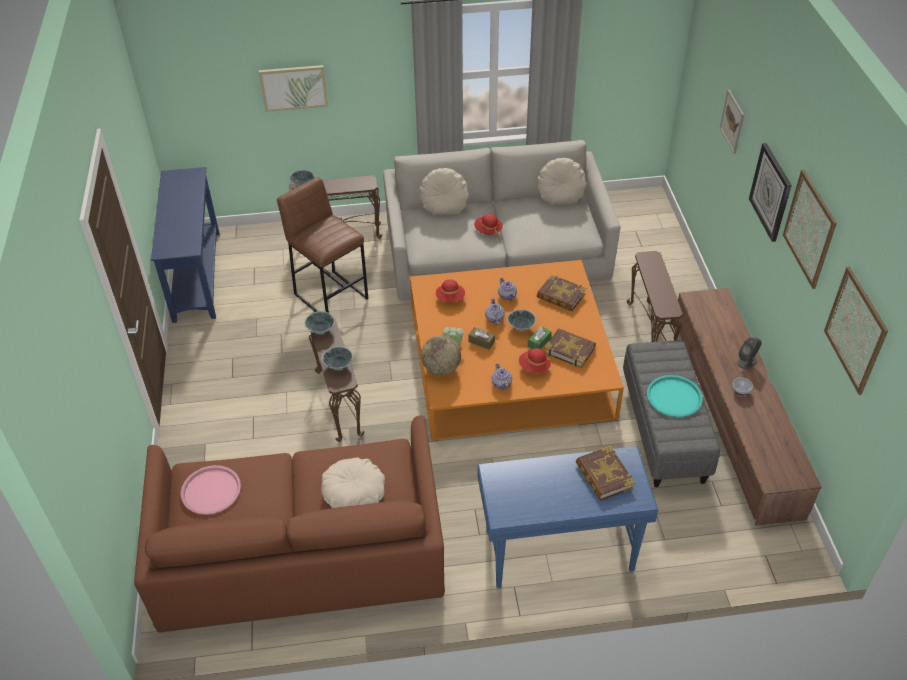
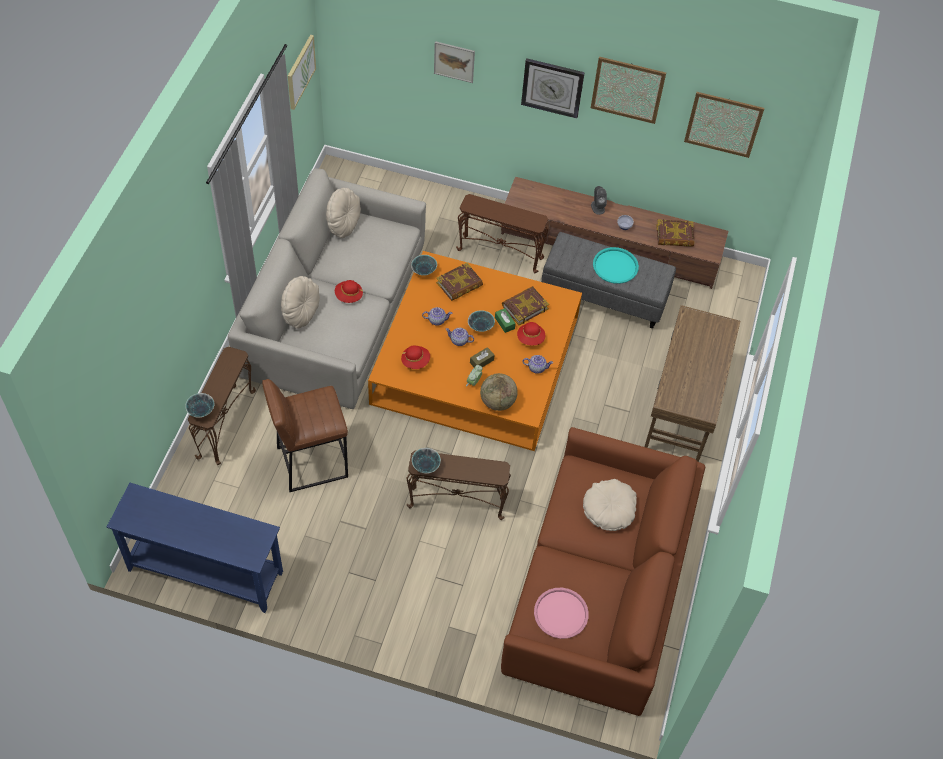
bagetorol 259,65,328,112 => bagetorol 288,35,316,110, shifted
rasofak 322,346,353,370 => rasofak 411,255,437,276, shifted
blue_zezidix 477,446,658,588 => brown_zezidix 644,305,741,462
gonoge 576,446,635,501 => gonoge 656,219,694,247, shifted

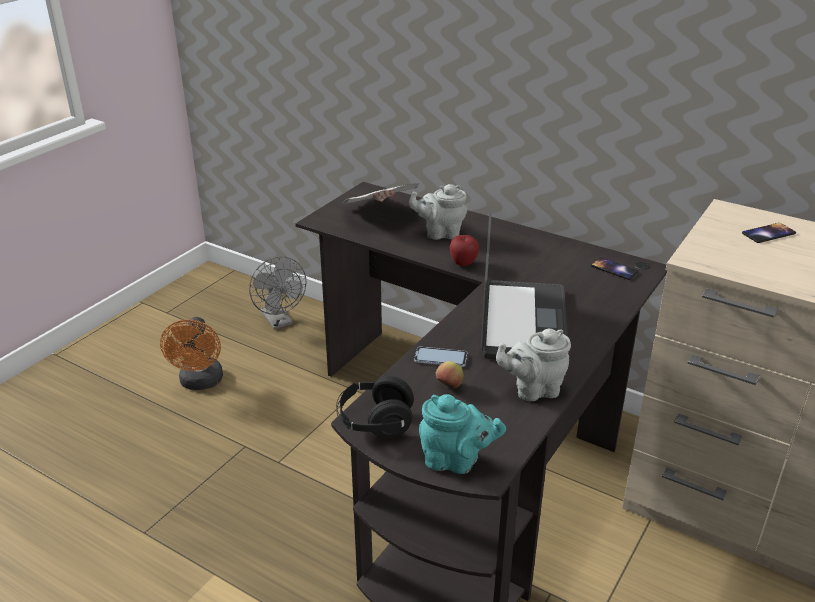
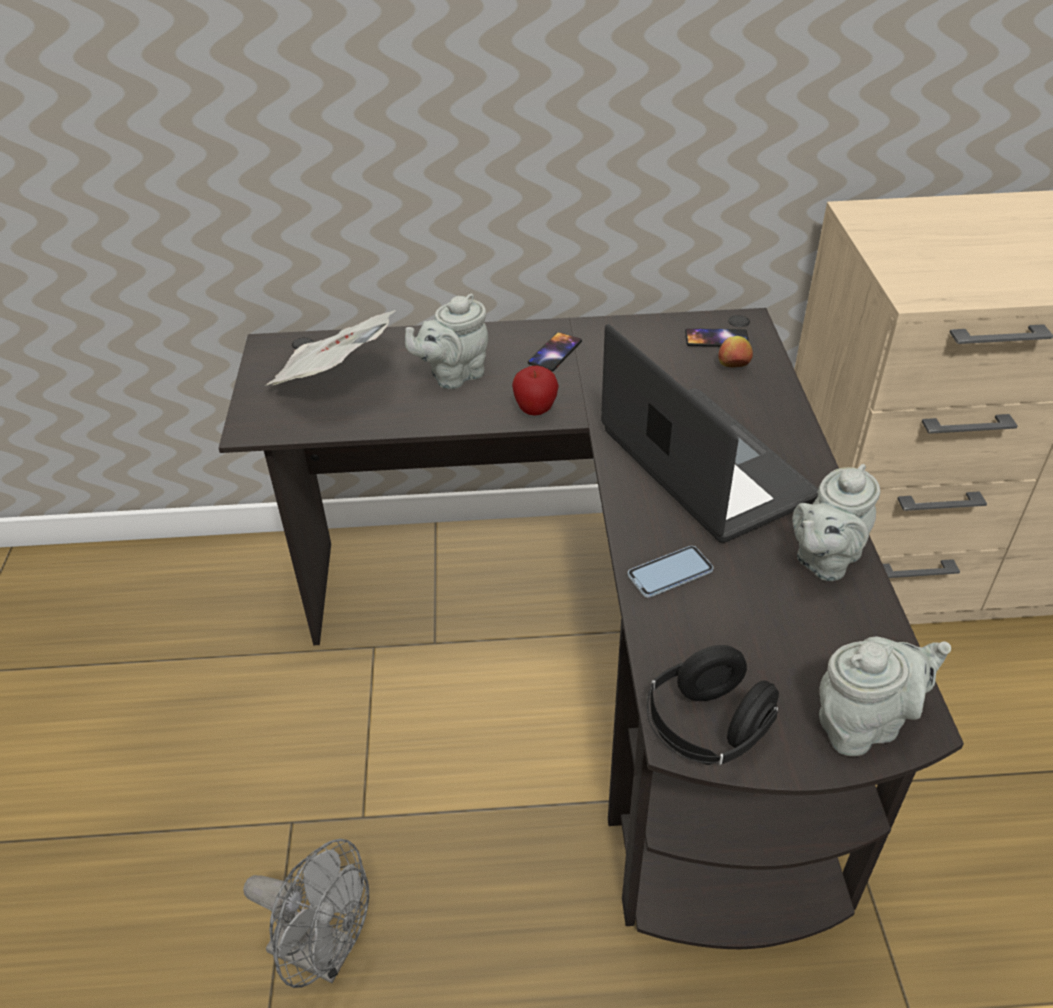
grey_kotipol 249,256,306,329 => grey_kotipol 243,839,369,988, shifted
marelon 742,223,796,243 => marelon 528,332,582,371, shifted
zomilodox 436,361,463,389 => zomilodox 718,336,753,367, shifted
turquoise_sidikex 419,394,506,474 => grey_sidikex 819,637,951,756
orange_kotipol 160,317,223,390 => nothing

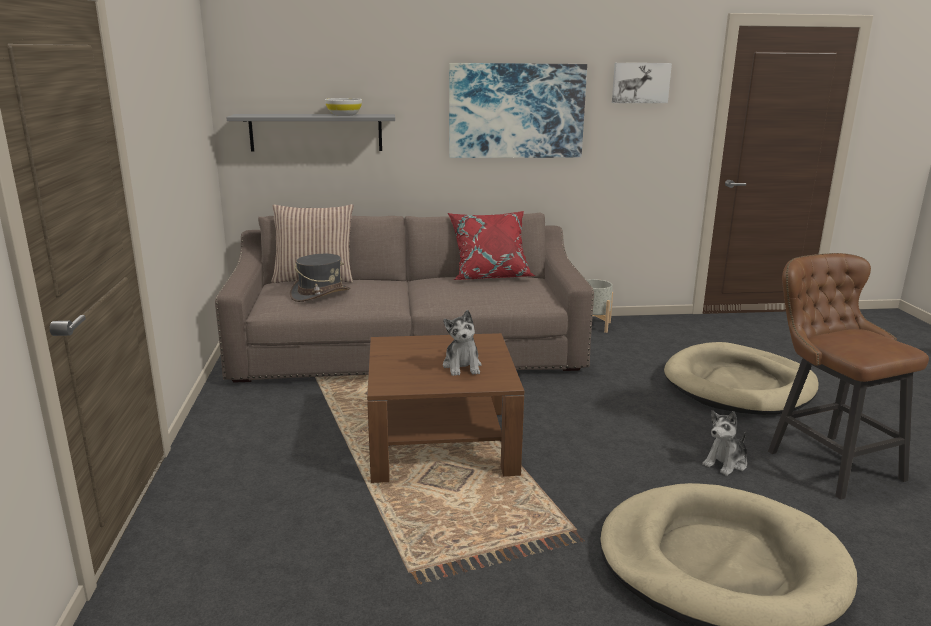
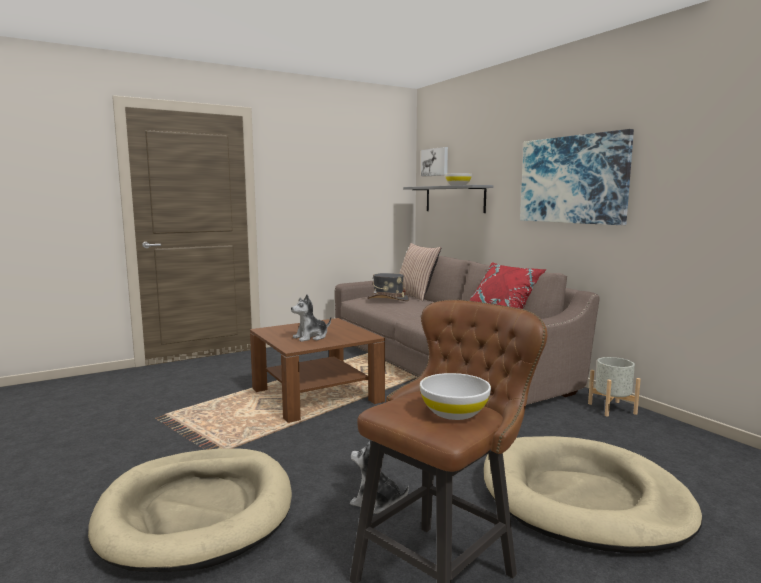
nothing => white_rasofak 420,373,491,420
bagetorol 612,63,672,103 => bagetorol 421,147,448,177, shifted

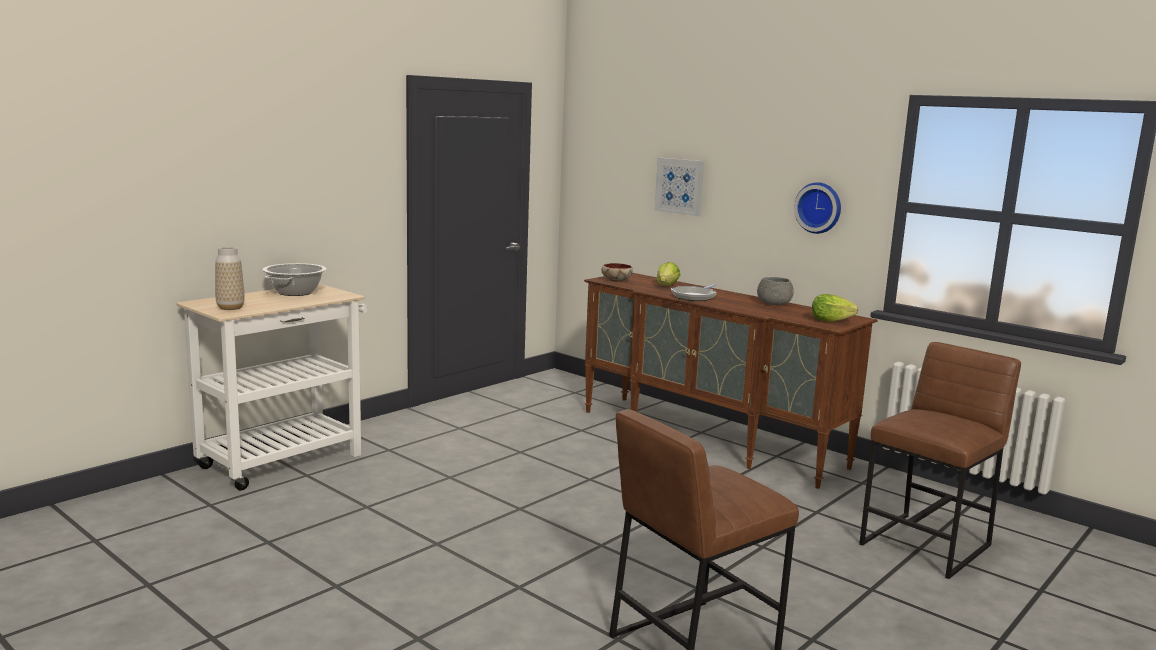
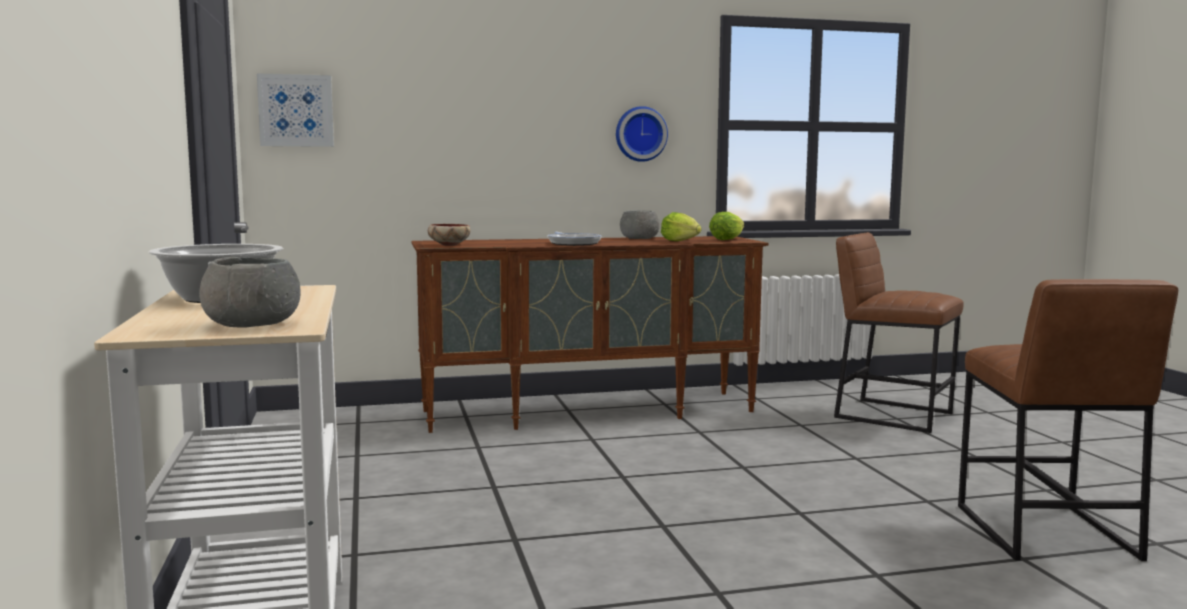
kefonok 215,247,245,310 => grey_rasofak 199,257,301,327
bagetorol 654,158,704,216 => bagetorol 257,73,334,147, shifted
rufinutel 656,262,680,286 => rufinutel 661,212,702,241, shifted
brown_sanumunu 859,342,1021,579 => brown_sanumunu 834,232,964,433, 45 degrees counterclockwise

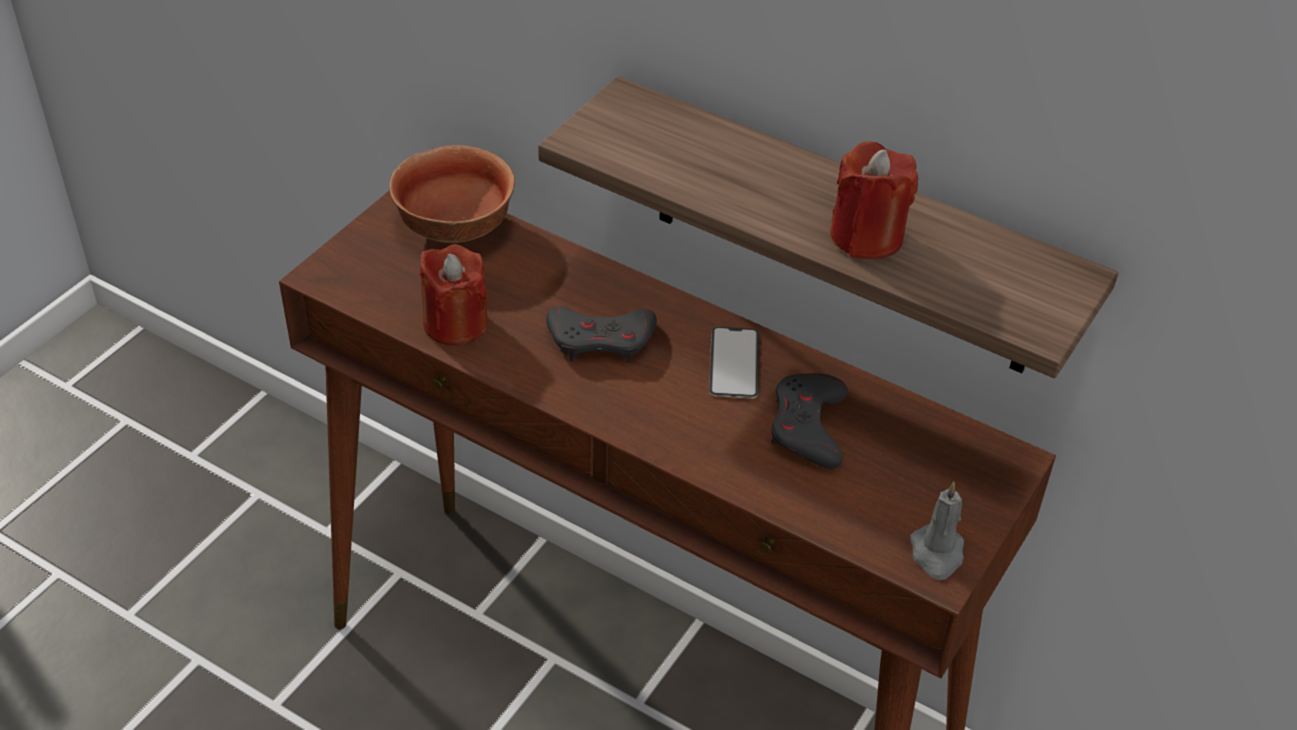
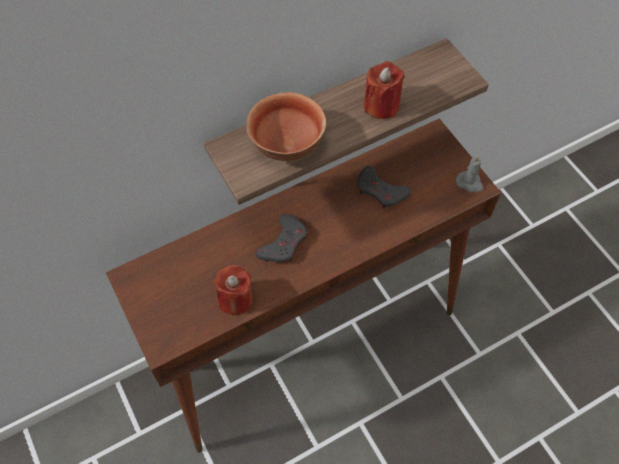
rasofak 389,145,515,243 => rasofak 246,92,326,161, shifted
marelon 709,327,759,399 => nothing

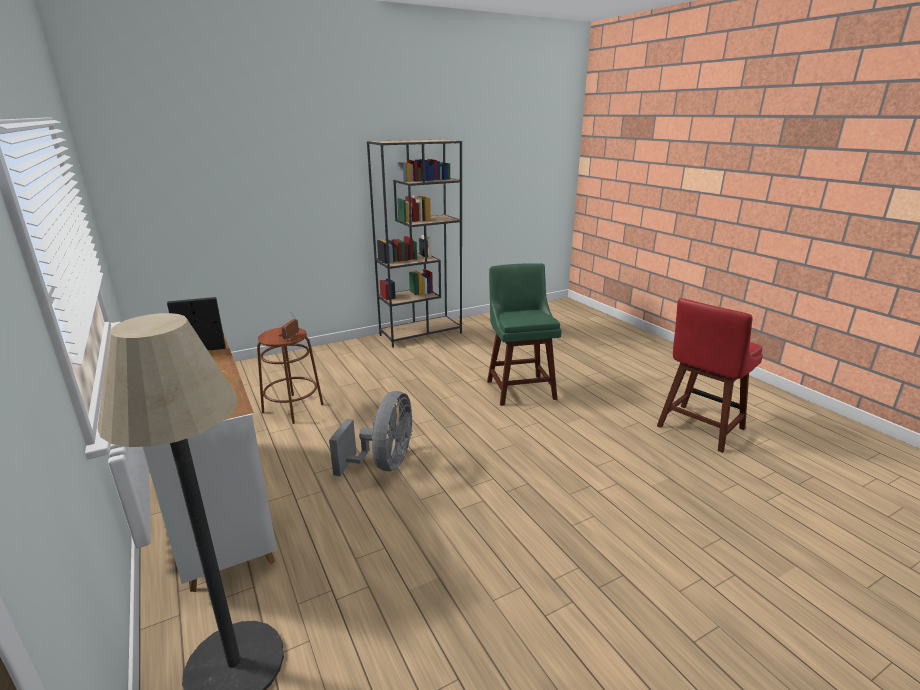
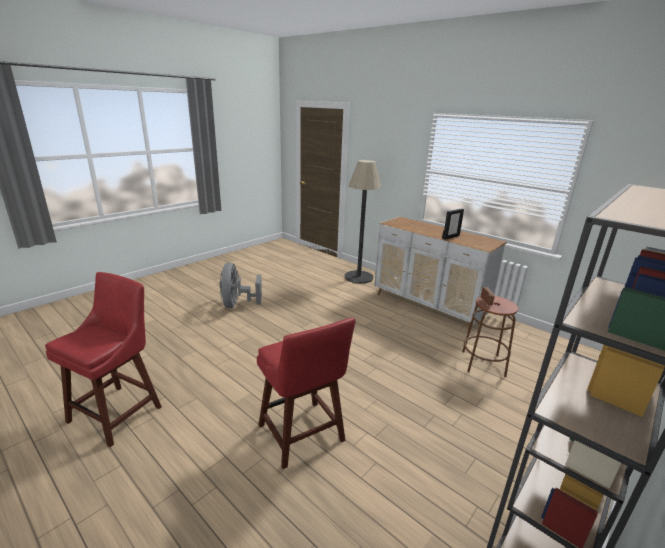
grey_kotipol 329,391,413,476 => grey_kotipol 220,263,262,308, shifted
green_sanumunu 487,263,561,406 => red_sanumunu 257,317,356,469

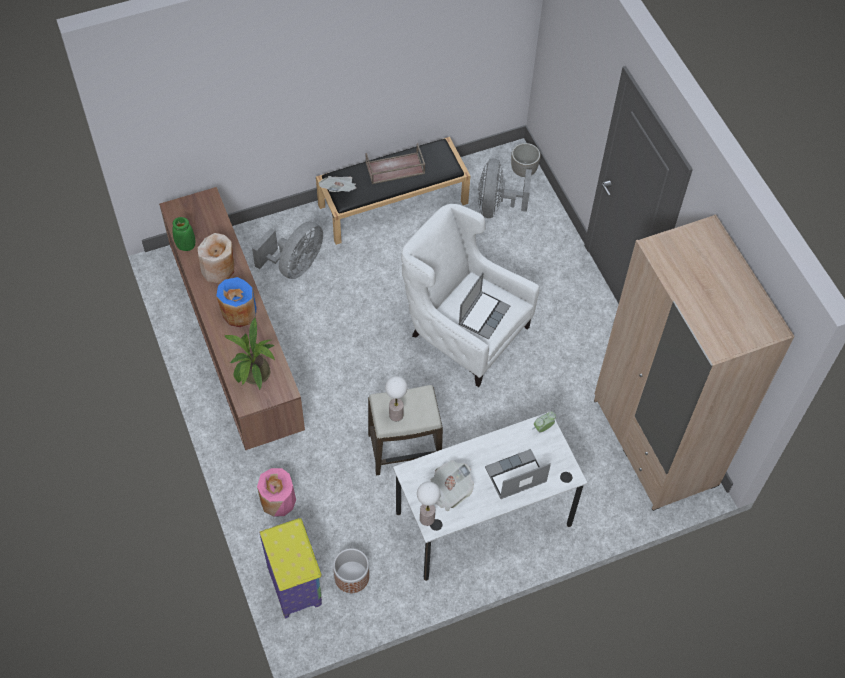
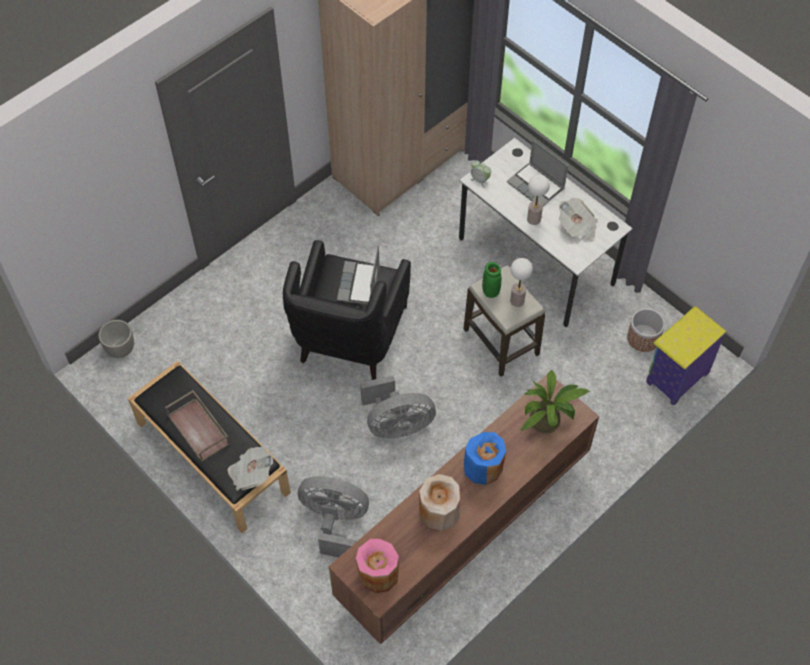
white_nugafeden 401,204,539,387 => black_nugafeden 283,240,411,380
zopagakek 459,272,511,339 => zopagakek 337,245,380,304, 90 degrees counterclockwise
pink_kefonok 257,468,296,517 => pink_kefonok 356,539,399,593, shifted
grey_kotipol 478,158,532,218 => grey_kotipol 360,375,436,438, shifted
green_kefonok 172,217,195,251 => green_kefonok 482,262,501,298, shifted
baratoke 417,482,440,526 => baratoke 527,174,550,225, shifted

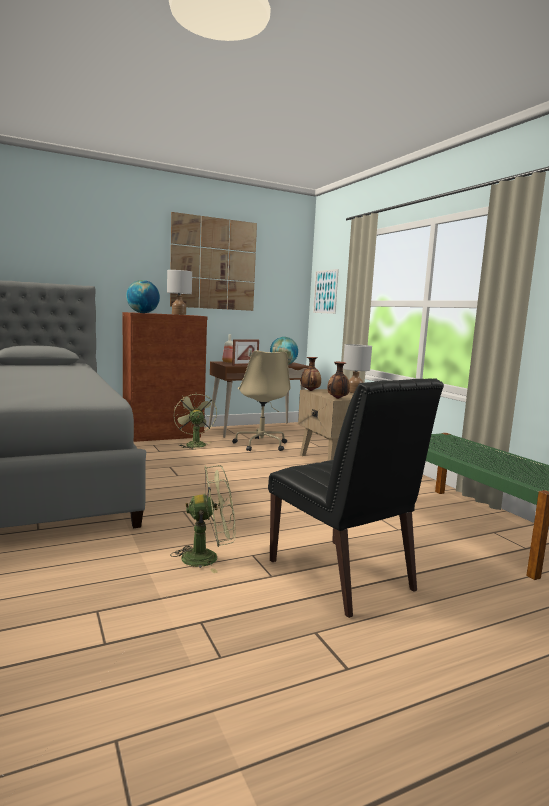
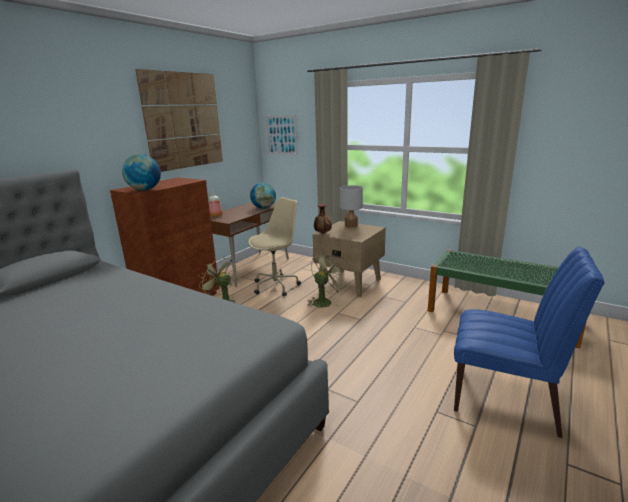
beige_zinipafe 232,351,290,451 => beige_zinipafe 248,197,301,296, 90 degrees counterclockwise
green_kotipol 170,465,235,573 => green_kotipol 308,254,345,308, shifted
black_sanumunu 268,378,444,618 => blue_sanumunu 454,246,605,438
grey_baratoke 167,270,192,315 => nothing
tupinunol 232,339,259,366 => nothing
kefonok 327,362,350,399 => nothing

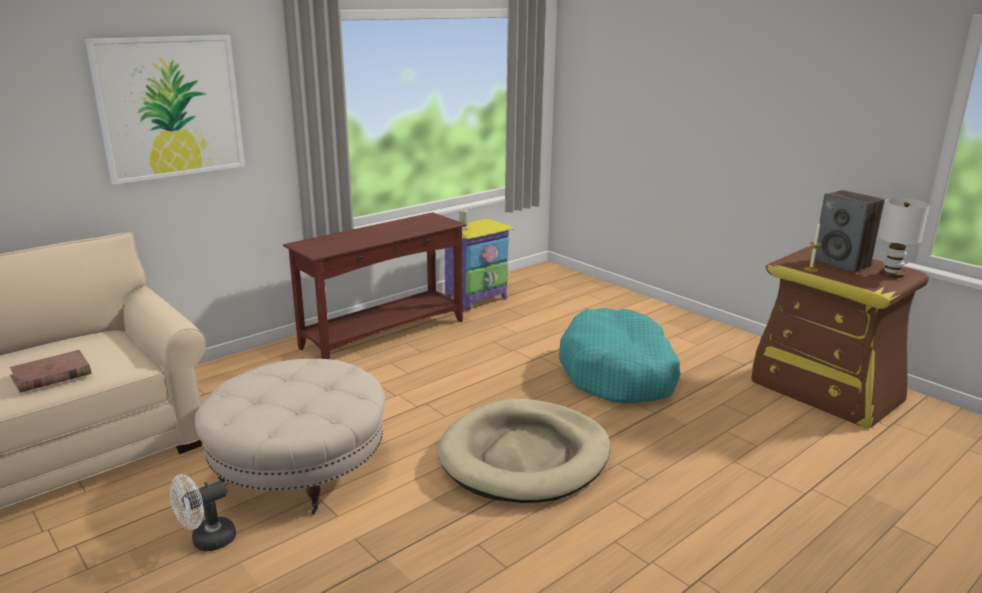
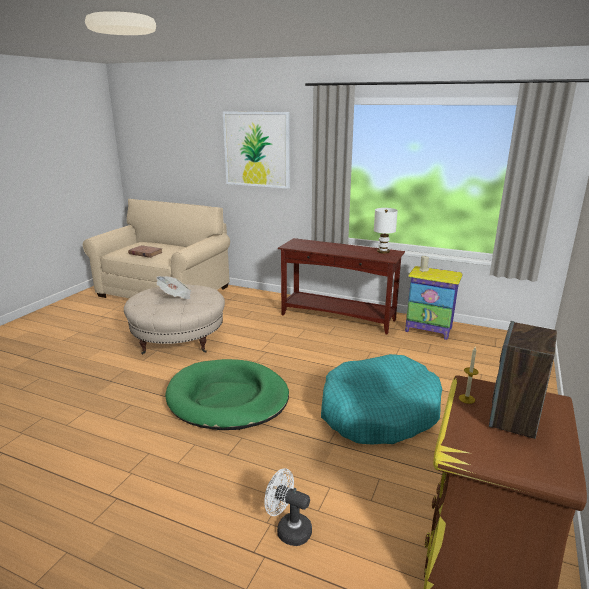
nothing => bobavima 156,276,191,300
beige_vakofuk 437,399,611,503 => green_vakofuk 165,359,289,430
white_kotipol 170,474,236,551 => white_kotipol 264,468,312,546, shifted
white_baratoke 878,198,929,278 => white_baratoke 374,208,398,254, shifted

